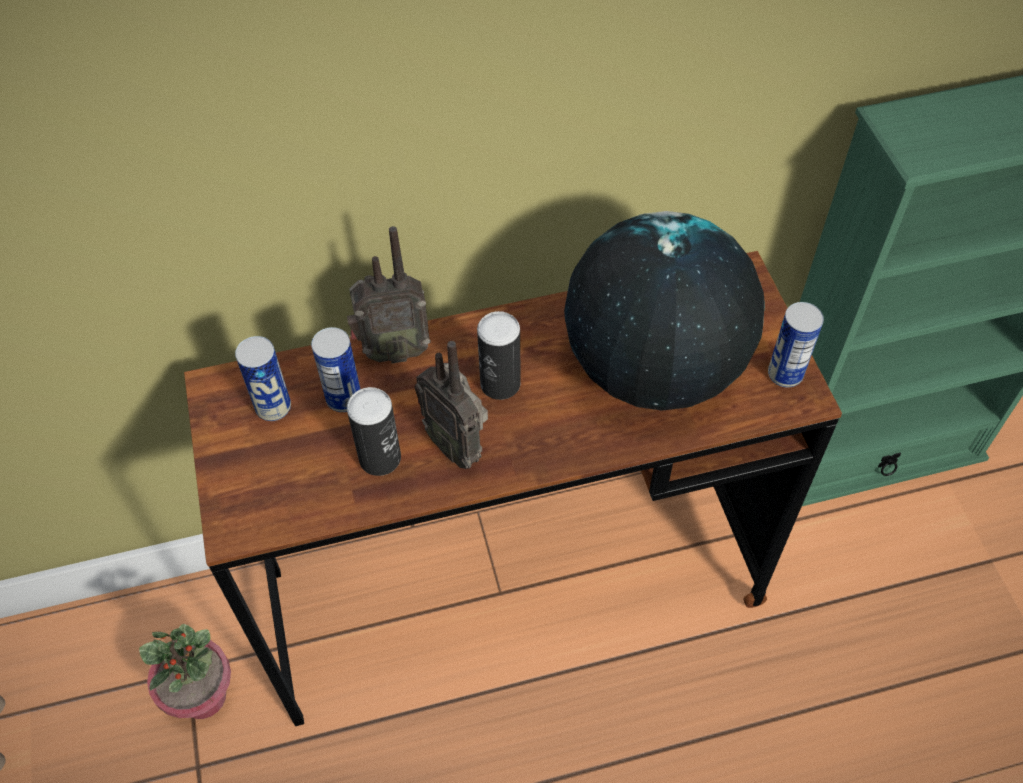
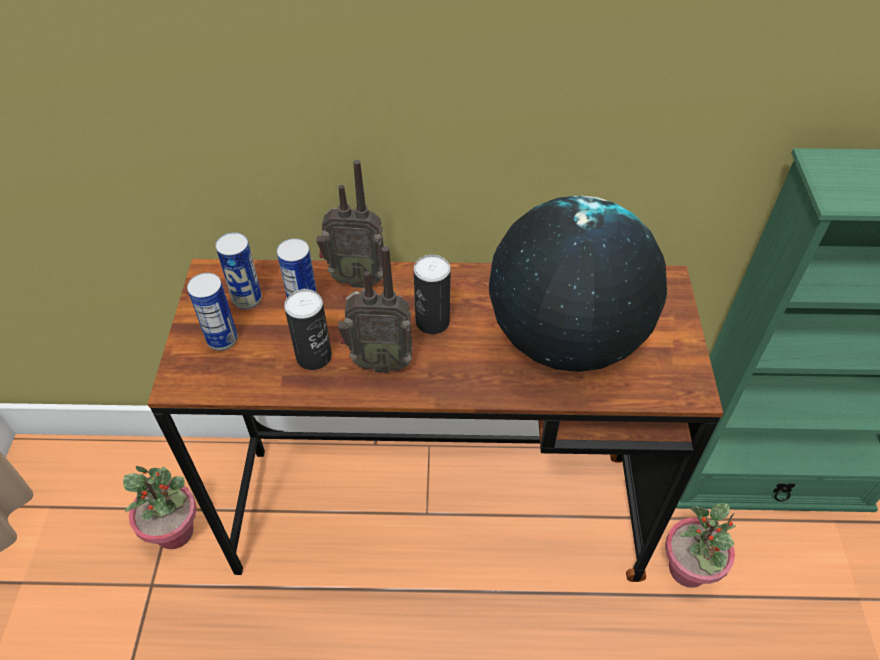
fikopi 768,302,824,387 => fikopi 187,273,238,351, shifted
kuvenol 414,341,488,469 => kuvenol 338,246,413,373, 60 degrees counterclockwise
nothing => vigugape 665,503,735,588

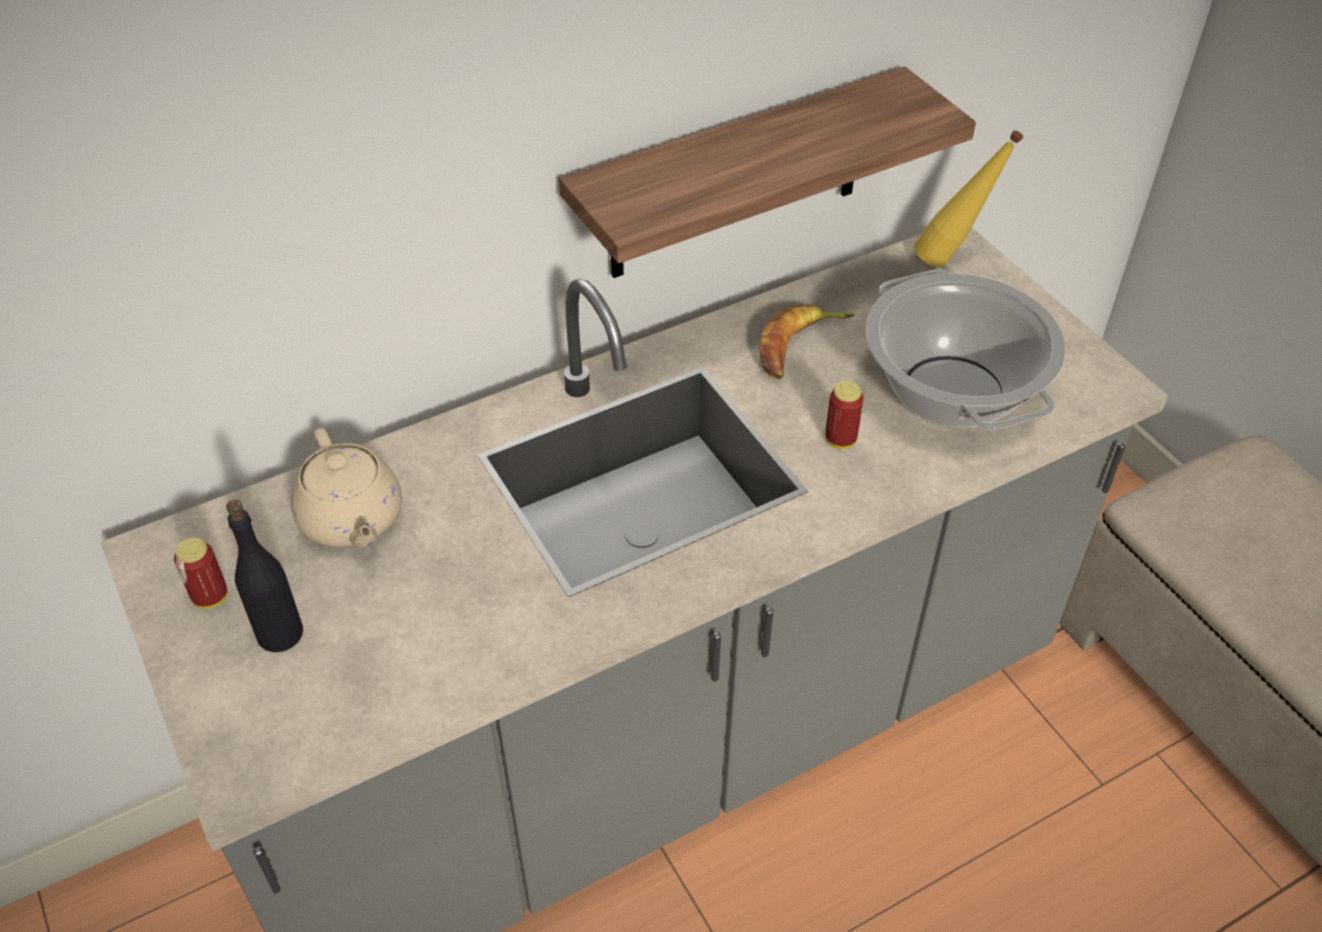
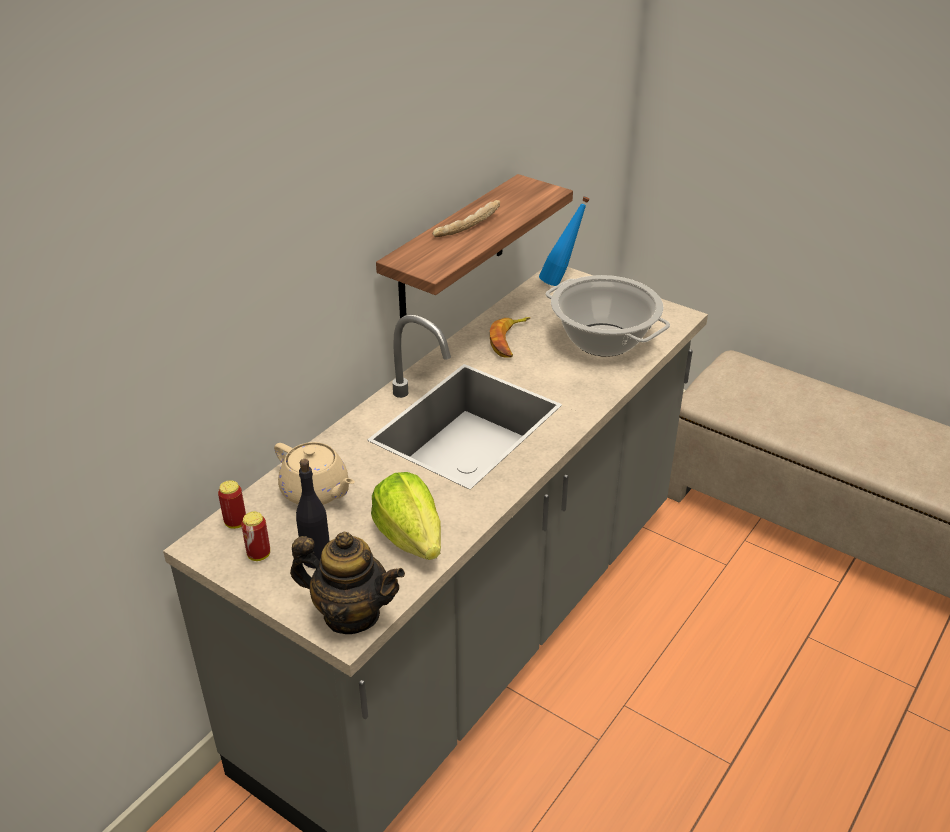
fikopi 825,381,864,449 => fikopi 218,480,246,529, shifted
nothing => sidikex 290,532,405,634
nothing => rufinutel 371,472,441,560
nothing => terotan 432,200,500,237
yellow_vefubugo 914,130,1023,267 => blue_vefubugo 539,196,590,286

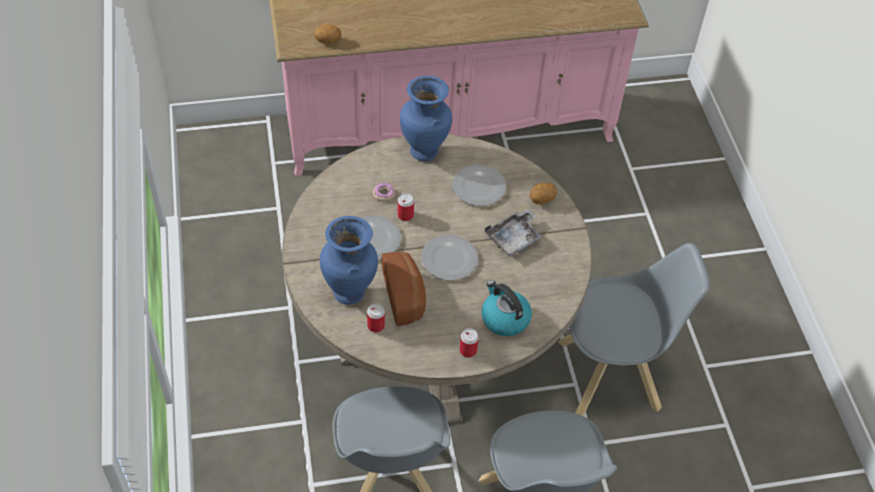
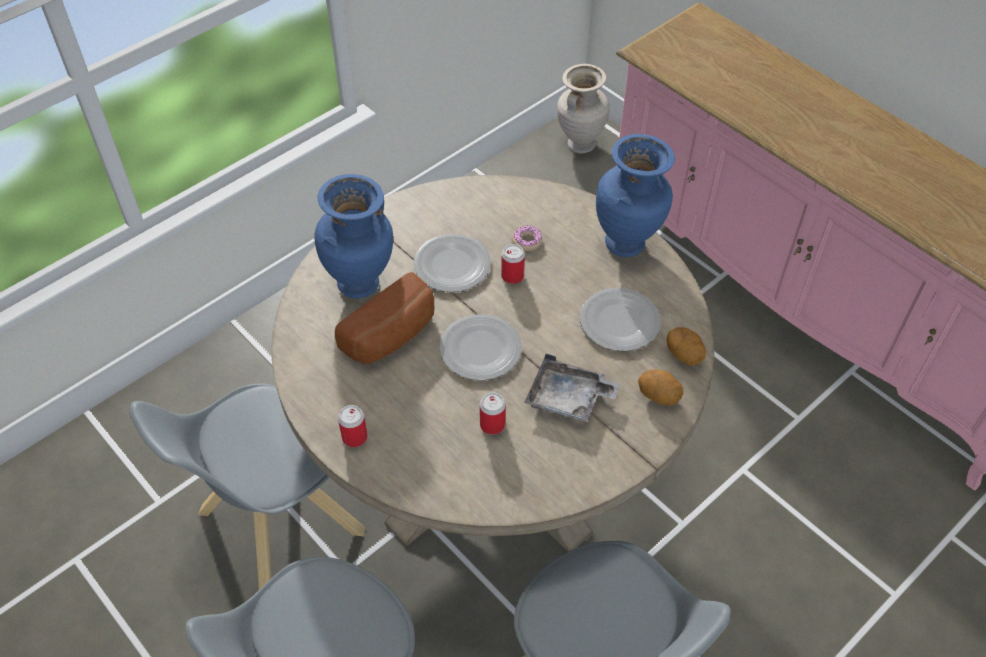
fikopi 367,303,385,332 => fikopi 480,393,506,435, shifted
nothing => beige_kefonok 557,64,610,153
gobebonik 314,24,341,44 => gobebonik 667,327,706,366, shifted
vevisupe 482,280,532,336 => nothing

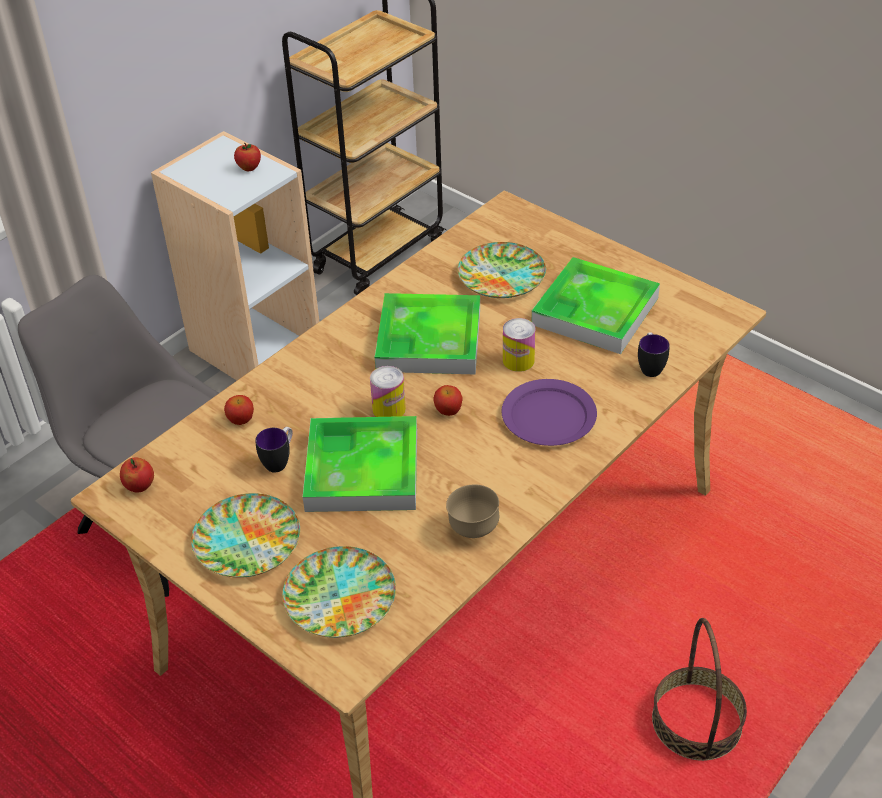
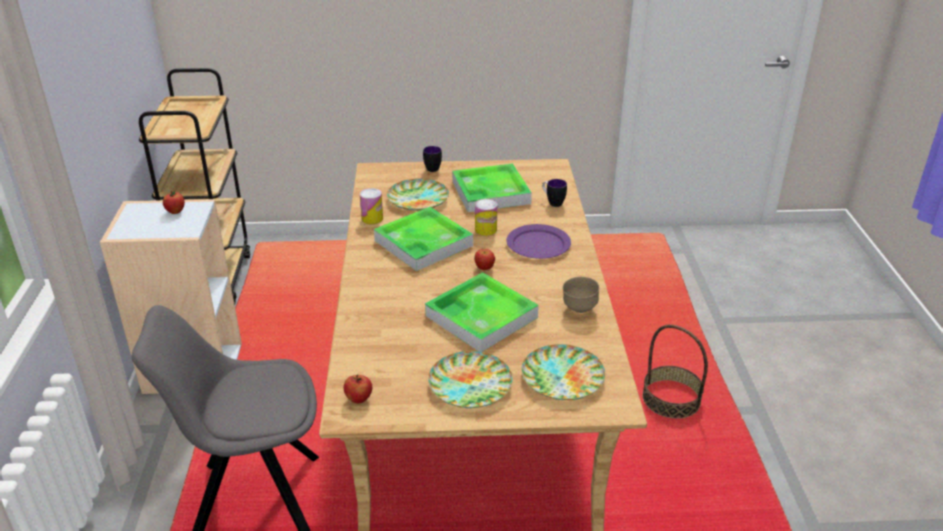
fikopi 370,366,406,417 => fikopi 360,188,383,224, shifted
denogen 255,427,293,473 => denogen 423,146,442,172, shifted
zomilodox 224,395,254,425 => nothing

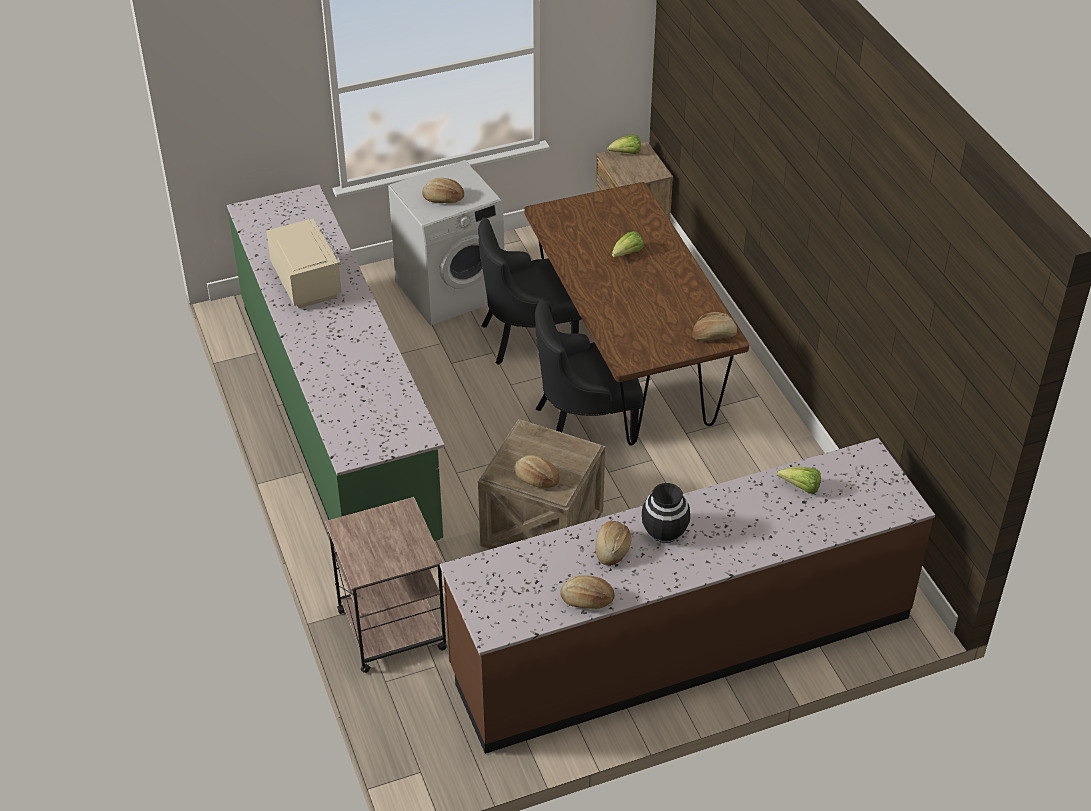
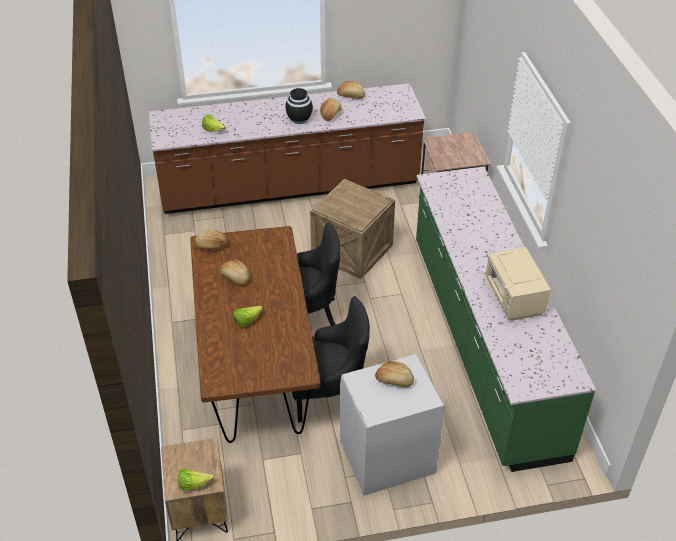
terotan 514,455,560,488 => terotan 220,259,250,285, shifted

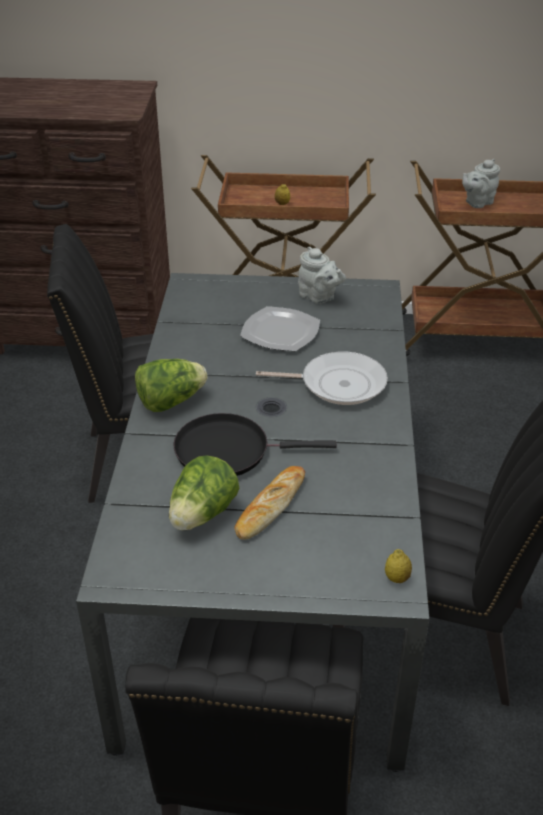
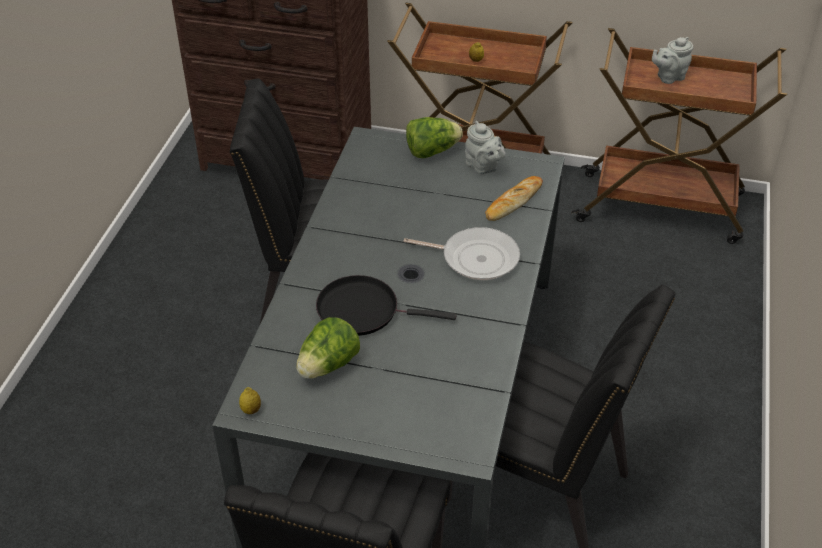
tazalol 385,549,412,583 => tazalol 239,387,261,414, shifted
rufinutel 135,359,208,412 => rufinutel 406,117,463,158, shifted
terotan 234,466,305,540 => terotan 485,176,543,221, shifted
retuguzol 240,306,320,351 => nothing

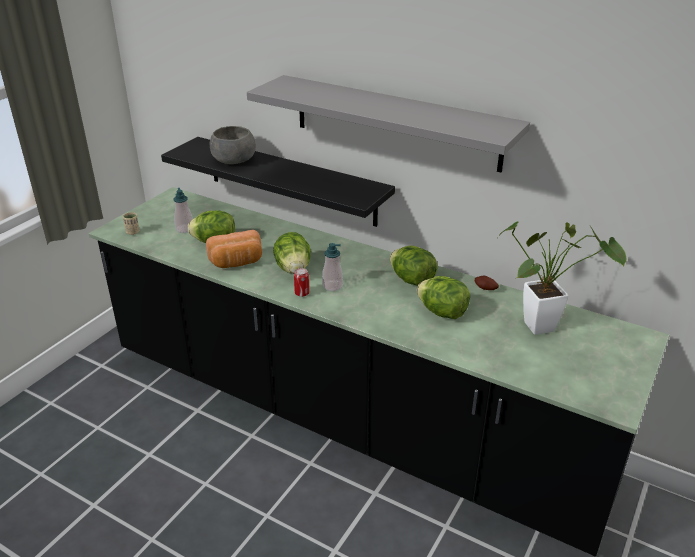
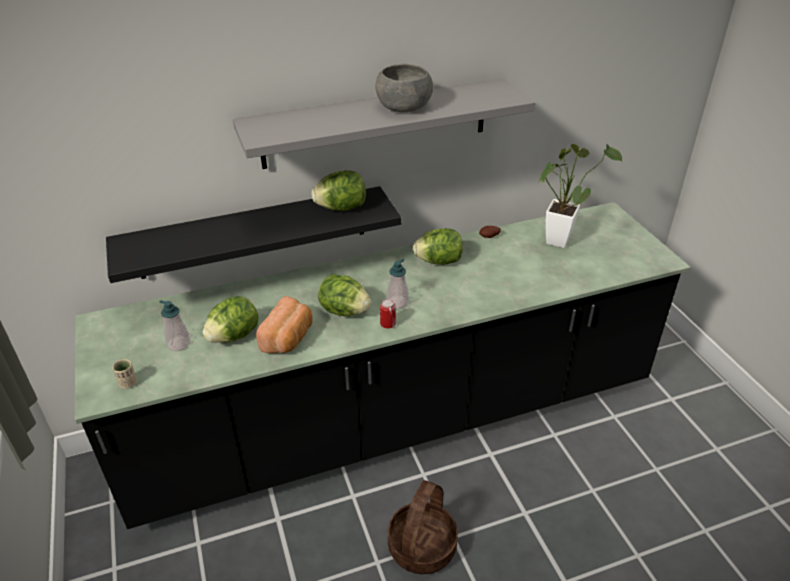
rufinutel 417,276,470,319 => rufinutel 311,170,366,211, shifted
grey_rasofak 210,126,256,164 => grey_rasofak 375,64,433,112, shifted
nothing => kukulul 388,480,458,574

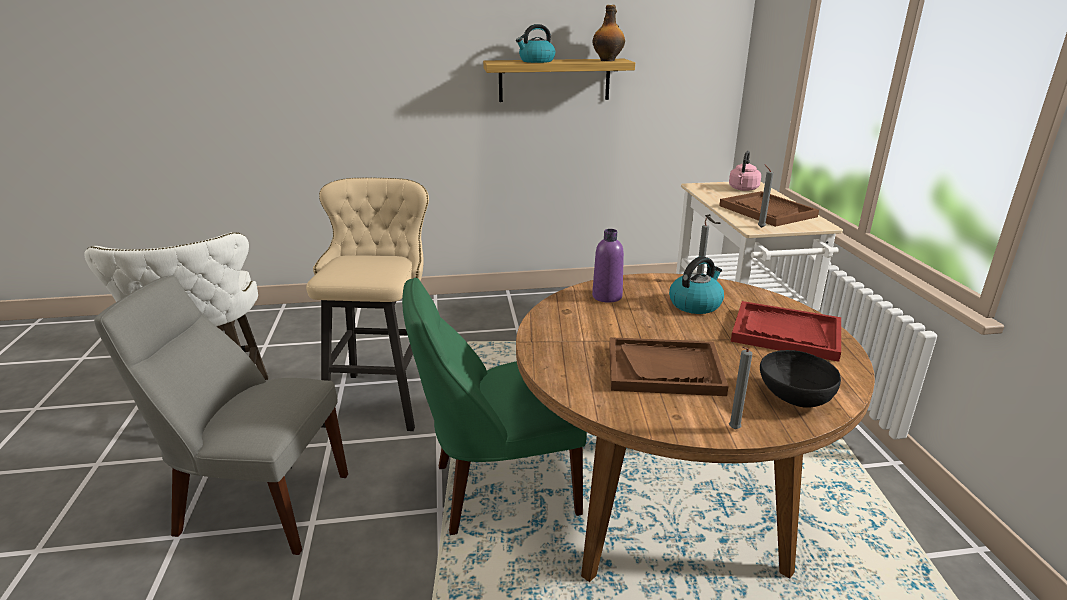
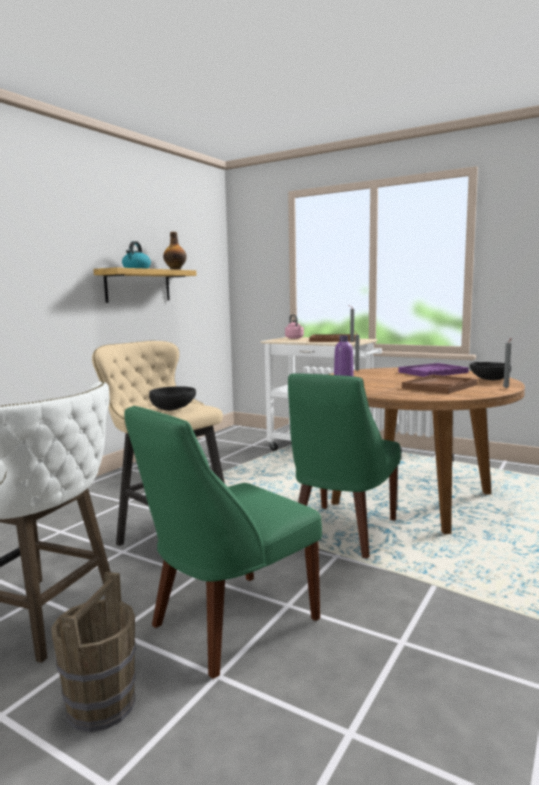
nothing => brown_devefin 51,572,136,732
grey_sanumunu 94,275,348,555 => green_sanumunu 124,406,322,679
nothing => black_rasofak 149,386,196,411
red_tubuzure 731,301,841,362 => purple_tubuzure 398,363,469,377
vevisupe 669,256,724,314 => nothing

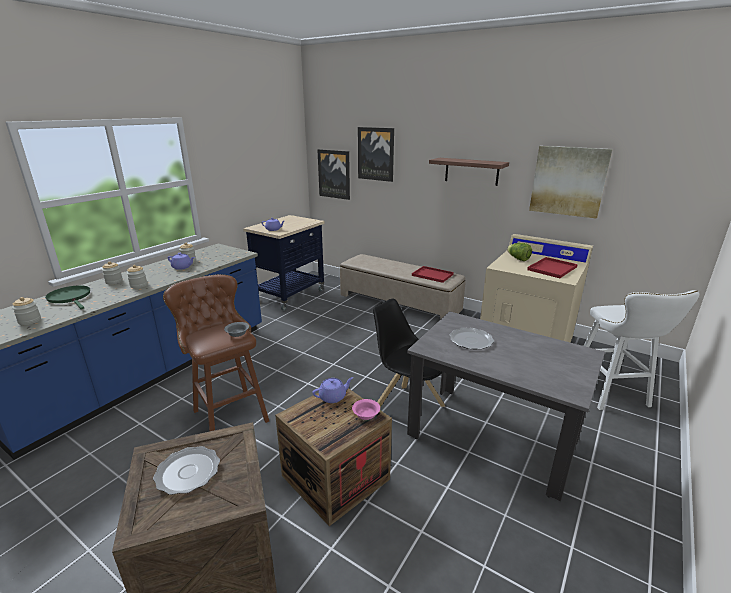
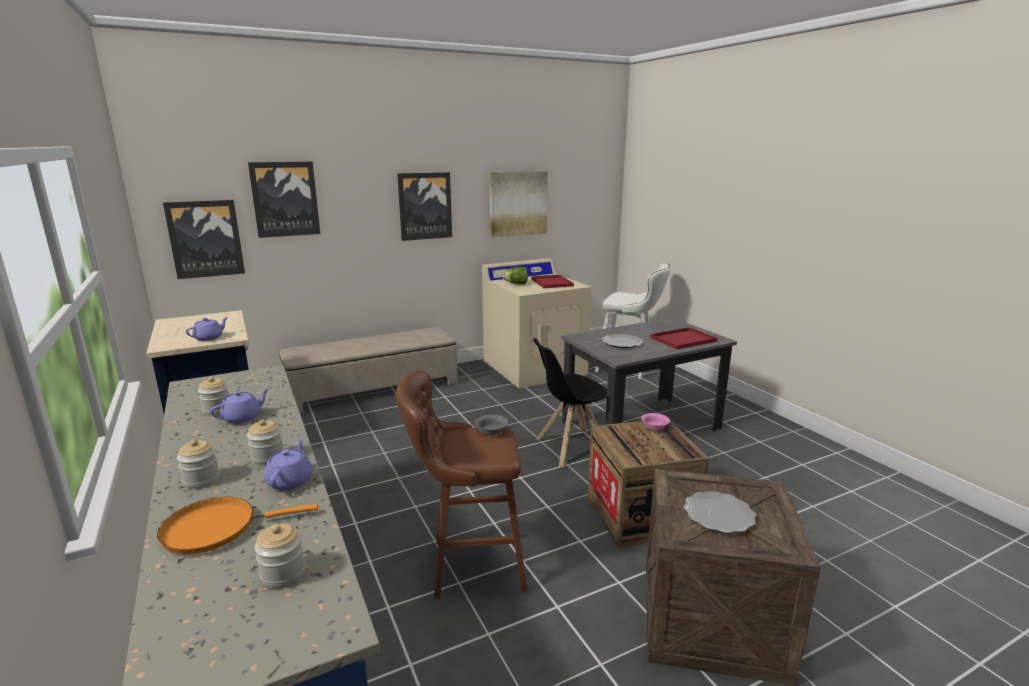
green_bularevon 45,285,90,309 => orange_bularevon 157,497,318,554
purple_sidikex 313,377,353,403 => purple_sidikex 264,438,313,490, shifted
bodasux 429,158,509,186 => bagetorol 397,172,452,241
red_tubuzure 412,266,454,283 => red_tubuzure 650,327,717,349, shifted

